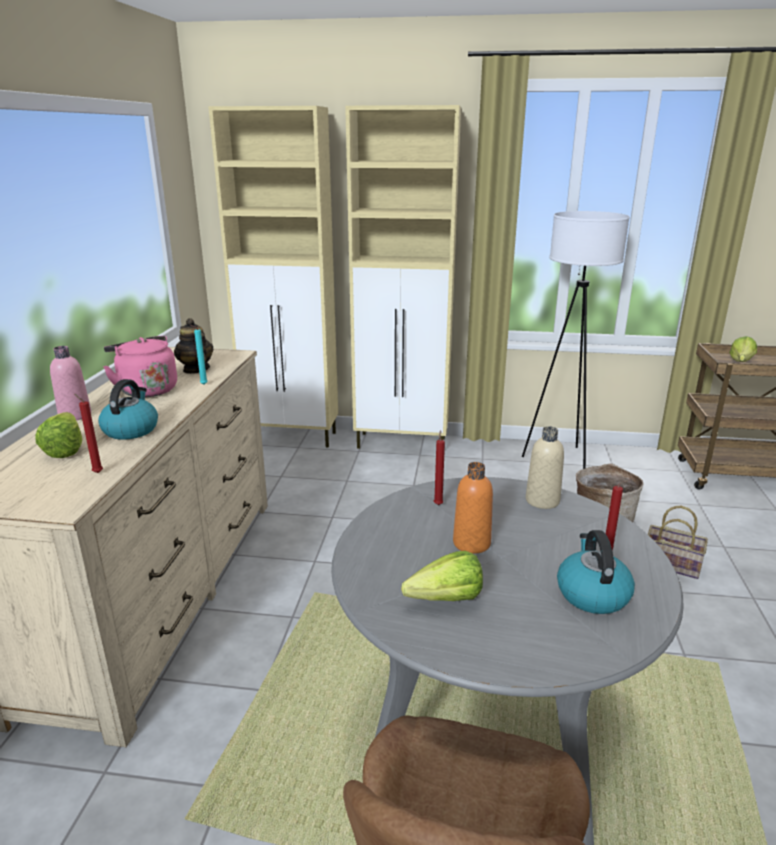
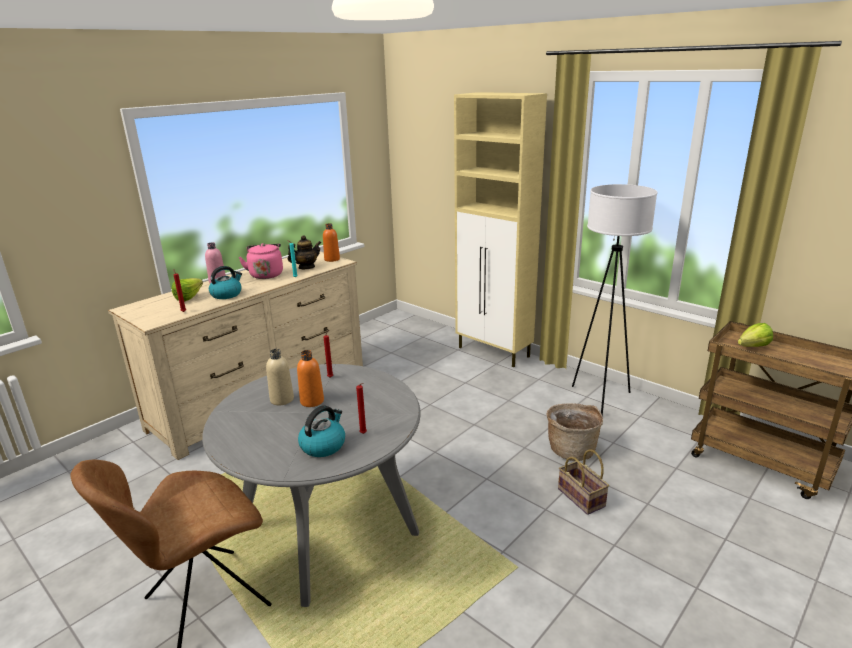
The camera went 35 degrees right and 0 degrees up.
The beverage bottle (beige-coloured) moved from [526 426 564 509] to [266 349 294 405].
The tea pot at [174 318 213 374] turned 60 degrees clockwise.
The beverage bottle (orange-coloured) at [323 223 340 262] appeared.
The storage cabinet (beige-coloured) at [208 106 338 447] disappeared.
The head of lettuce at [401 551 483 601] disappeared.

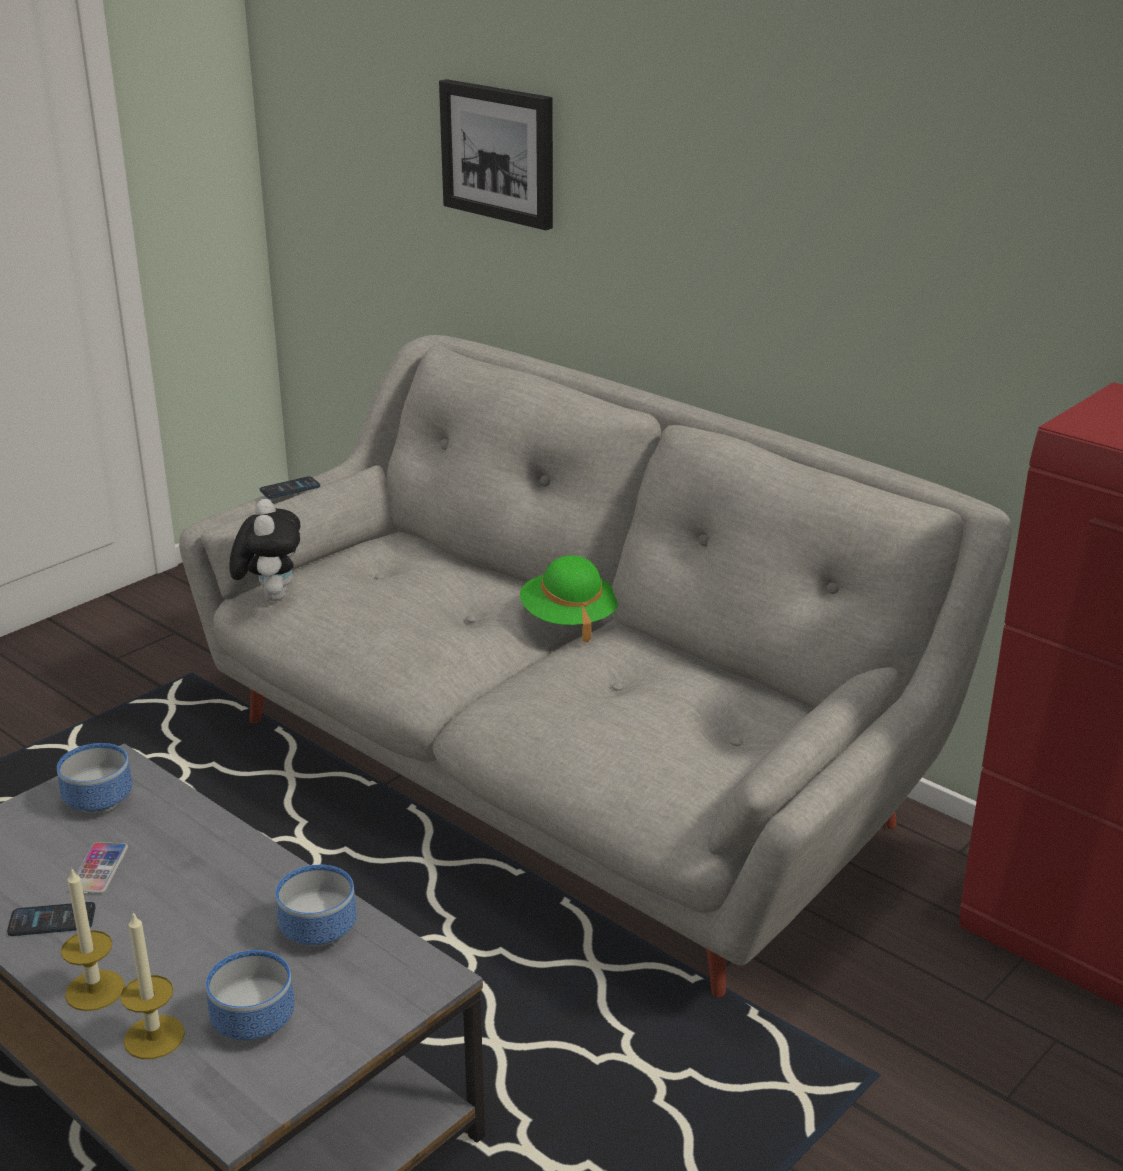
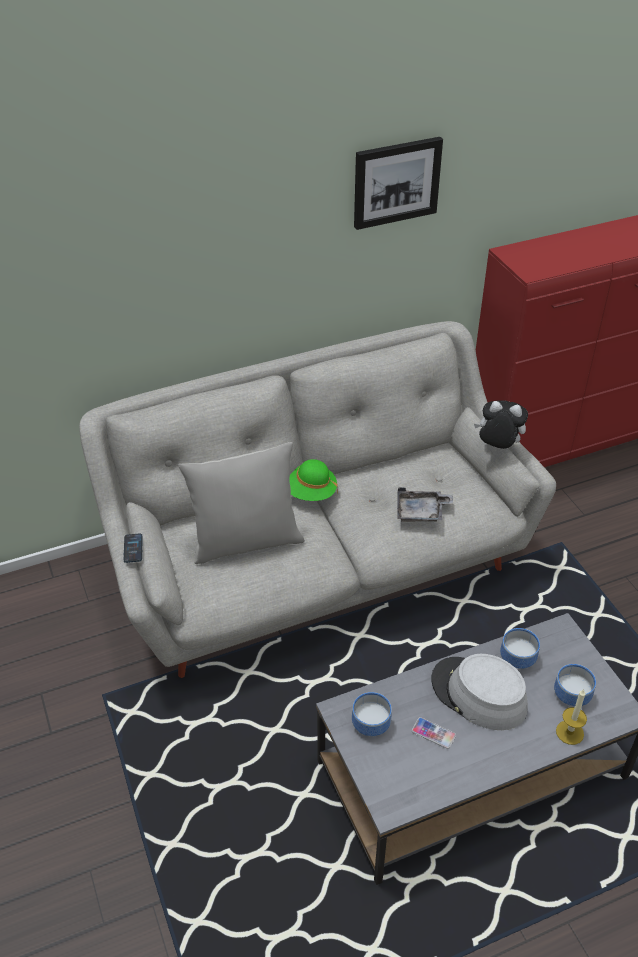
The camera went 65 degrees left and 15 degrees up.
The pillow (grey) at [179 442 305 564] appeared.
The picture moved from [439 79 553 230] to [354 137 443 230].
The carrying tray (grey) at [397 487 453 522] appeared.
The wearable hat (grey) at [431 654 528 730] appeared.
The soft toy moved from [229 499 300 601] to [474 400 528 449].
The phone at [7 902 96 936] disappeared.
The wax light at [61 867 124 1011] disappeared.

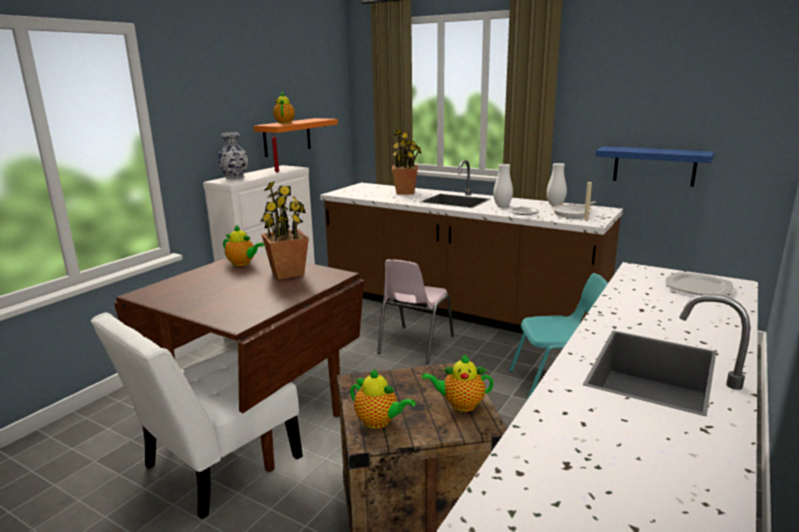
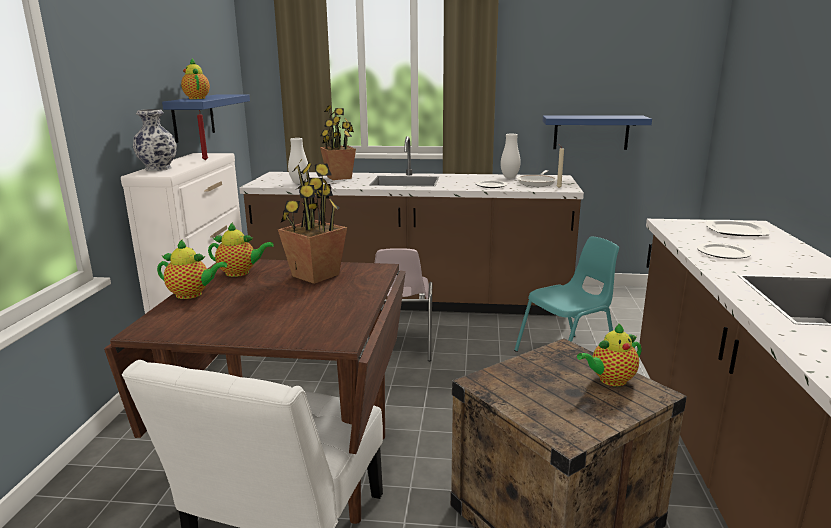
The camera went 25 degrees left and 0 degrees up.
The tea pot moved from [350 369 416 429] to [157 239 227 299].
The shelf (orange-coloured) at [254 118 338 157] became the shelf (blue) at [162 95 250 143].
The vase (white-coloured) moved from [493 164 513 207] to [288 138 309 184].
The plate at [697 243 752 259] appeared.

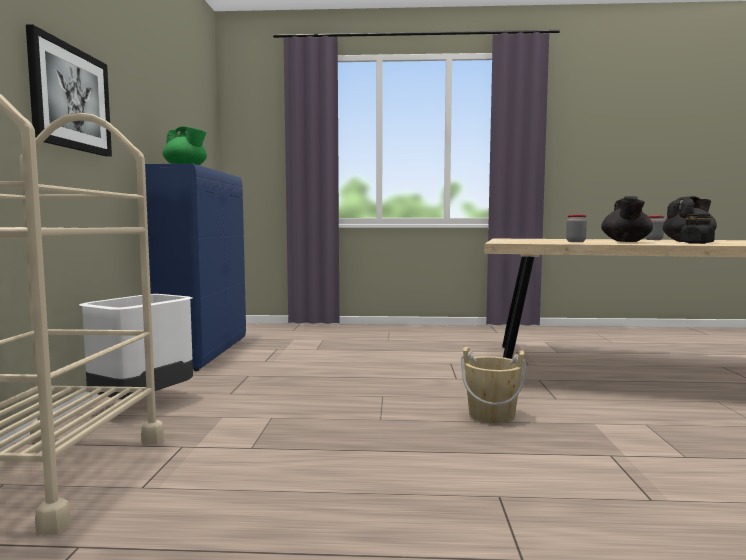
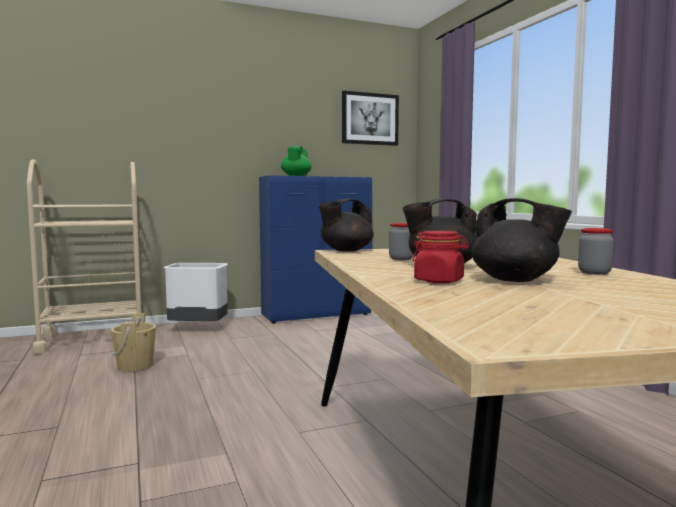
The camera went 65 degrees right and 0 degrees up.
The pail (beige-coloured) moved from [461 347 526 423] to [111 313 156 372].
The tea pot (black-coloured) at [319 199 374 252] appeared.
The picture moved from [26 24 112 157] to [342 91 399 146].
The jar (black-coloured) at [680 214 715 244] became the jar (red-coloured) at [412 231 469 283].

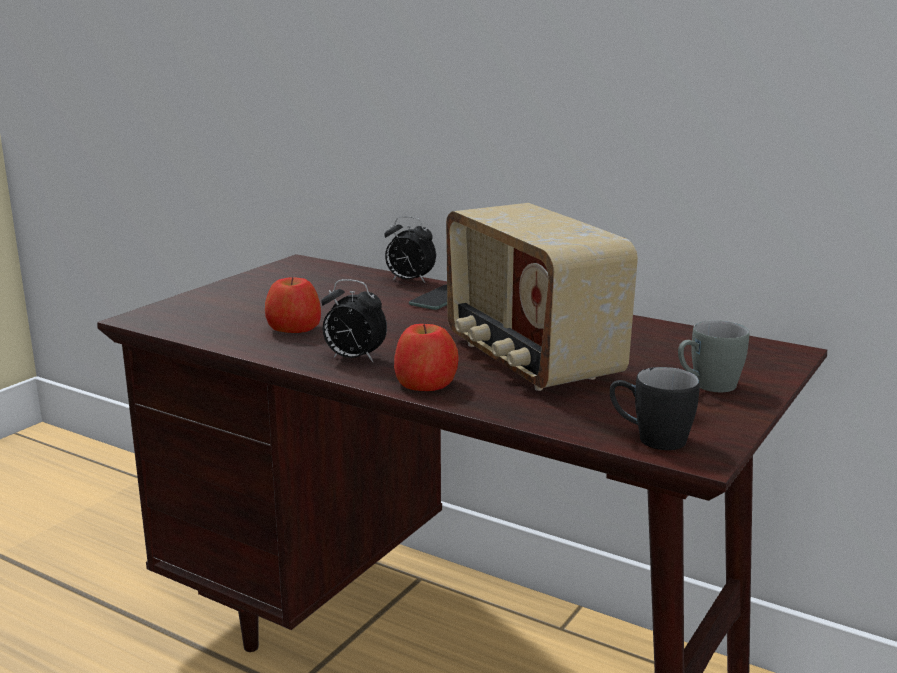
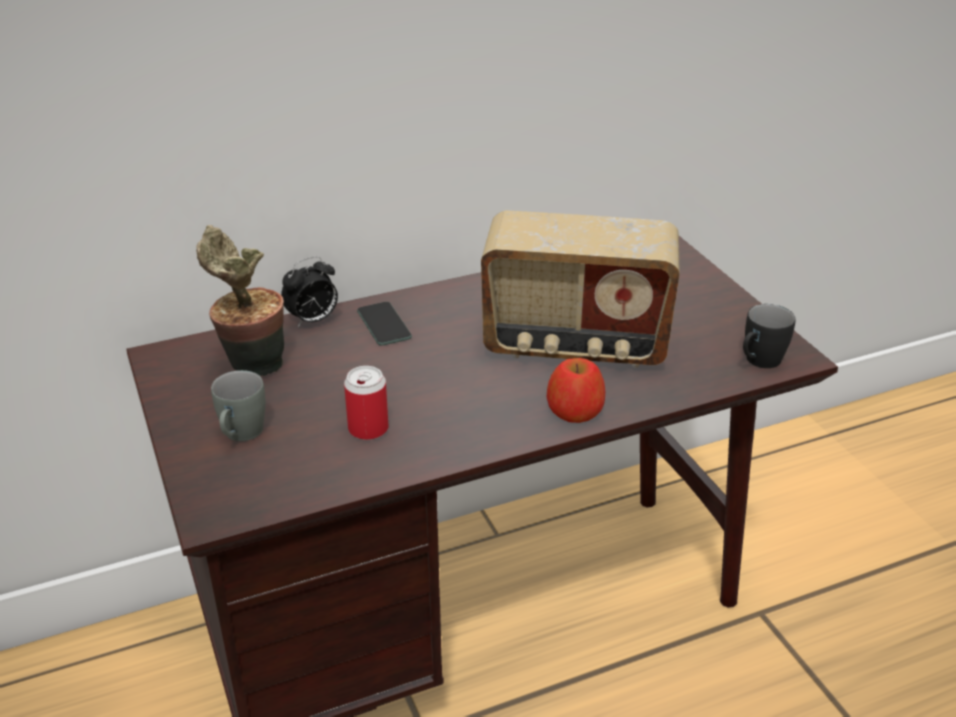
The camera went 55 degrees left and 15 degrees up.
The plant in a pot at [196 225 284 376] appeared.
The tea mug (grey) moved from [678 320 749 392] to [211 370 266 441].
The apple at [265 277 321 333] was replaced by the metal can at [344 366 389 440].
The table clock at [321 279 387 362] disappeared.

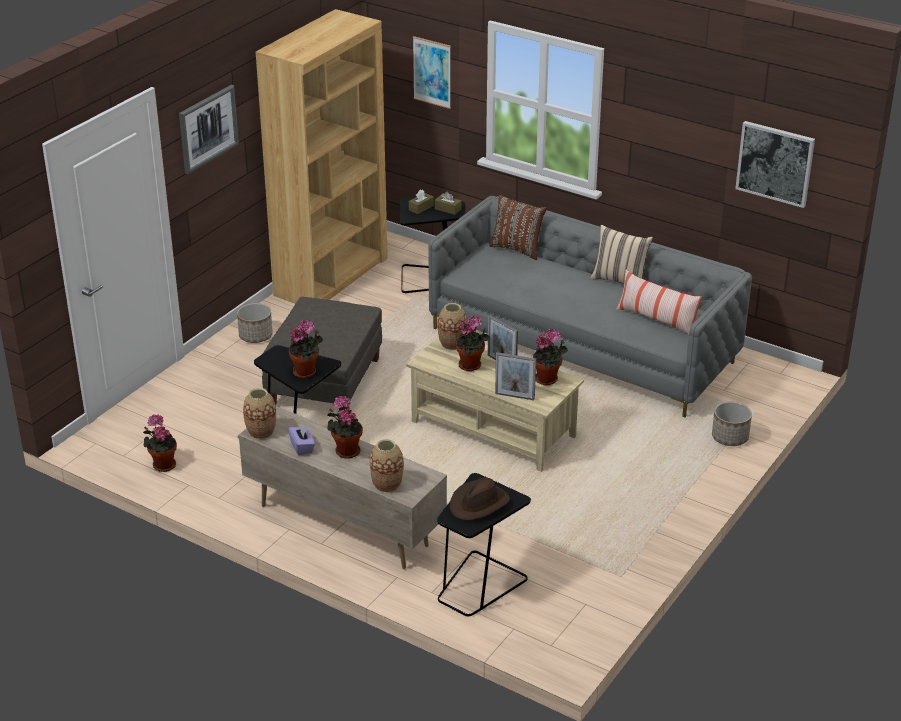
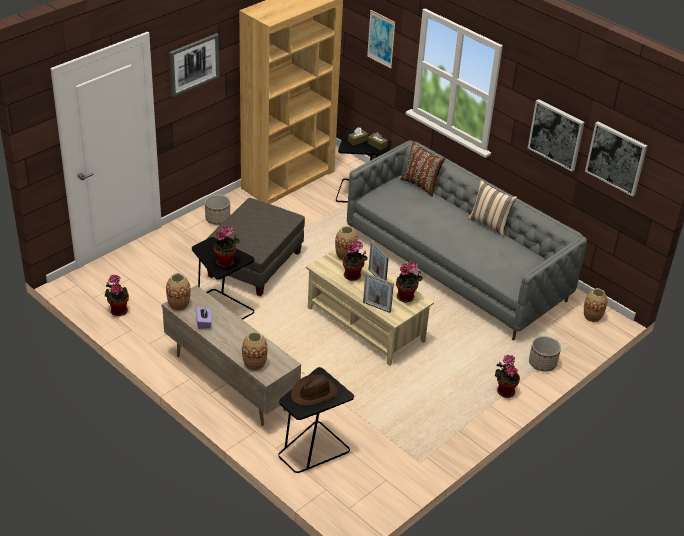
The camera went 10 degrees right and 5 degrees up.
The plant in a pot moved from [327 396 363 459] to [495 354 520 398].
The picture at [528 99 584 171] appeared.
The vase at [584 288 607 322] appeared.
The pillow at [616 270 702 335] disappeared.

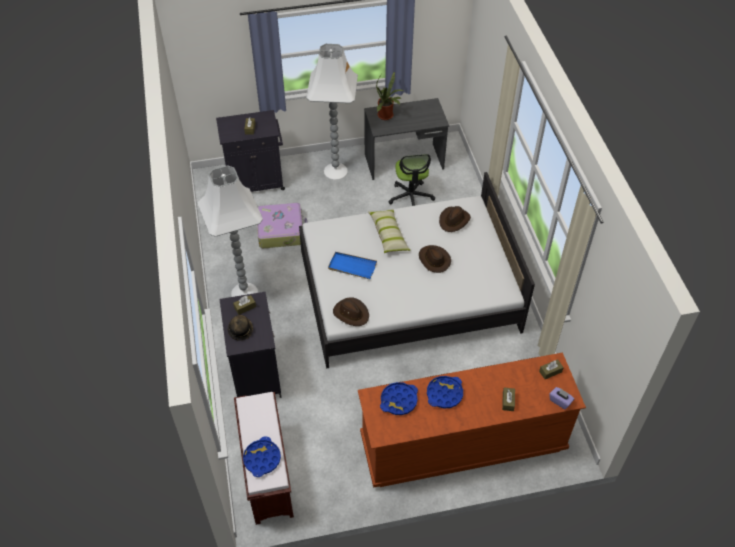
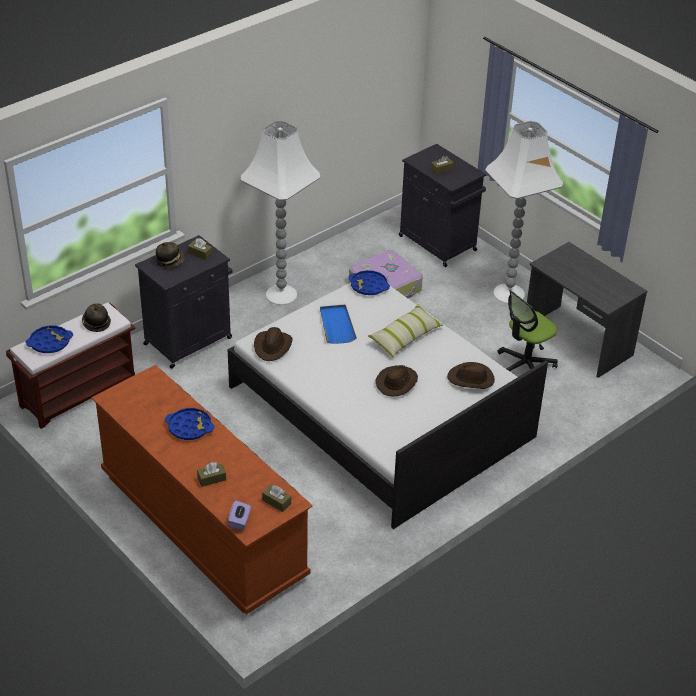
The camera went 60 degrees right and 10 degrees down.
The wearable hat at [82 303 111 332] appeared.
The carrying tray (blue) moved from [380 382 418 415] to [348 270 390 295].
The plant in a pot at [376 71 404 120] disappeared.

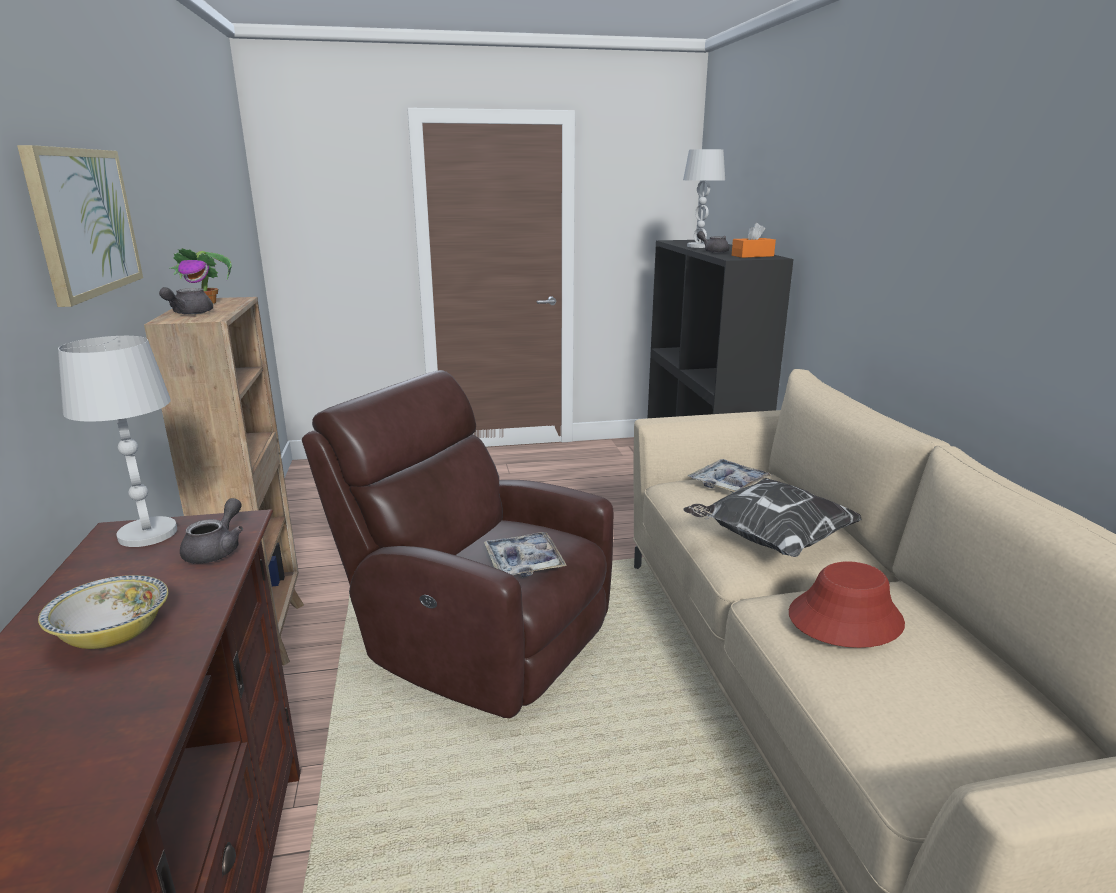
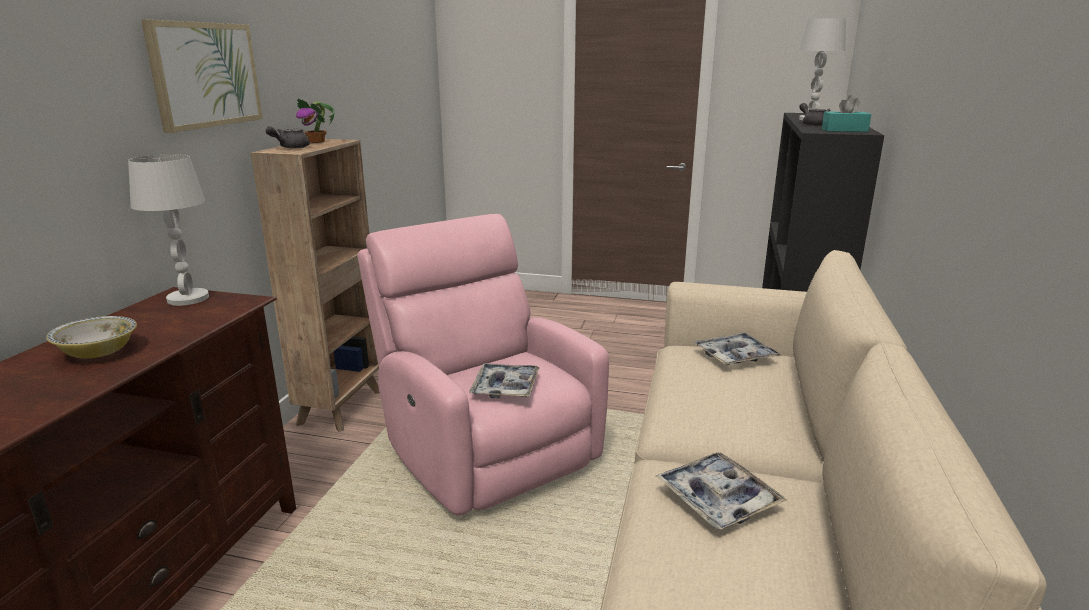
The camera went 25 degrees right and 0 degrees up.
The armchair (brownish) at [302 370 614 718] became the armchair (pink-coloured) at [357 214 609 515].
The wearable hat (red-coloured) at [789 561 905 648] was replaced by the carrying tray at [656 452 787 529].
The tissue box (orange-coloured) at [732 223 776 258] became the tissue box (blue-green) at [822 95 871 132].
The tea pot (grey) at [180 498 243 564] disappeared.
The pillow at [683 478 862 557] disappeared.

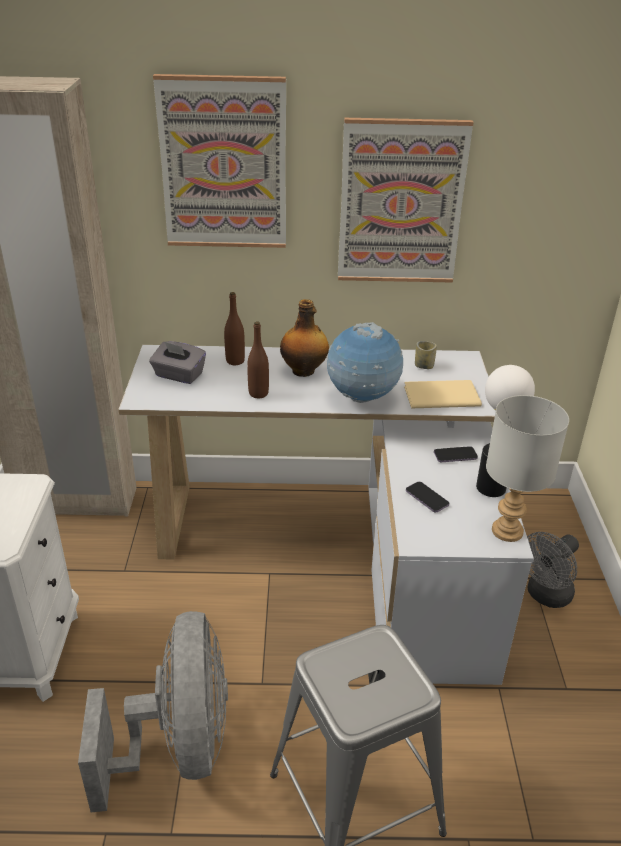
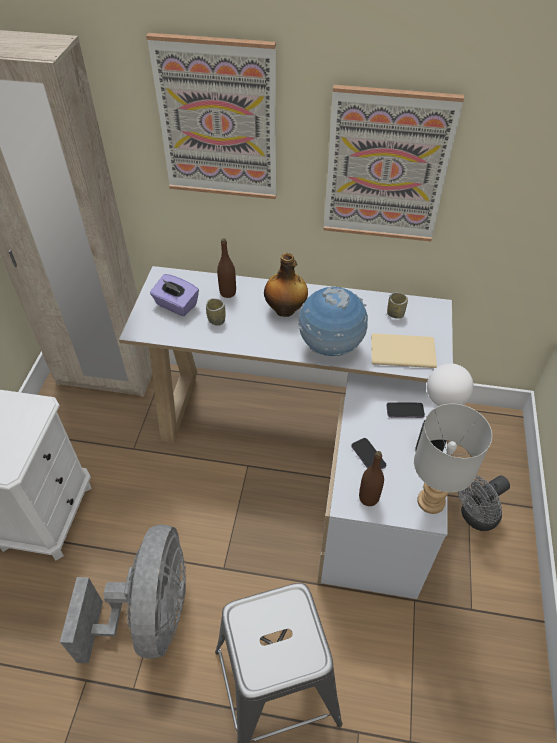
The camera went 10 degrees right and 15 degrees up.
The tissue box (grey) at [149 341 206 384] became the tissue box (purplish) at [150 274 199 316].
The small cup at [206 298 225 326] appeared.
The beverage bottle (brownish) moved from [247 321 269 398] to [359 451 384 506].

